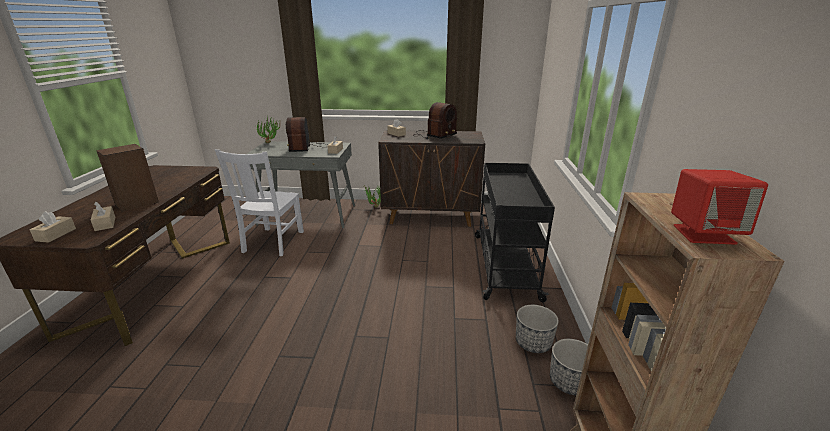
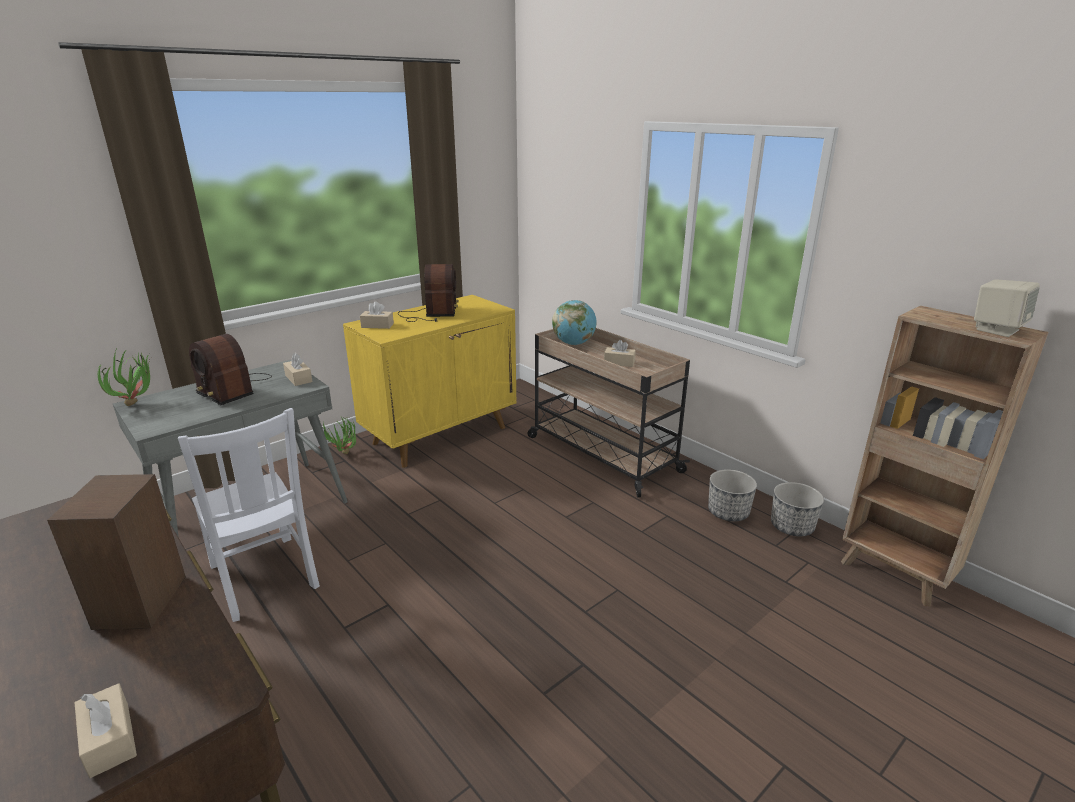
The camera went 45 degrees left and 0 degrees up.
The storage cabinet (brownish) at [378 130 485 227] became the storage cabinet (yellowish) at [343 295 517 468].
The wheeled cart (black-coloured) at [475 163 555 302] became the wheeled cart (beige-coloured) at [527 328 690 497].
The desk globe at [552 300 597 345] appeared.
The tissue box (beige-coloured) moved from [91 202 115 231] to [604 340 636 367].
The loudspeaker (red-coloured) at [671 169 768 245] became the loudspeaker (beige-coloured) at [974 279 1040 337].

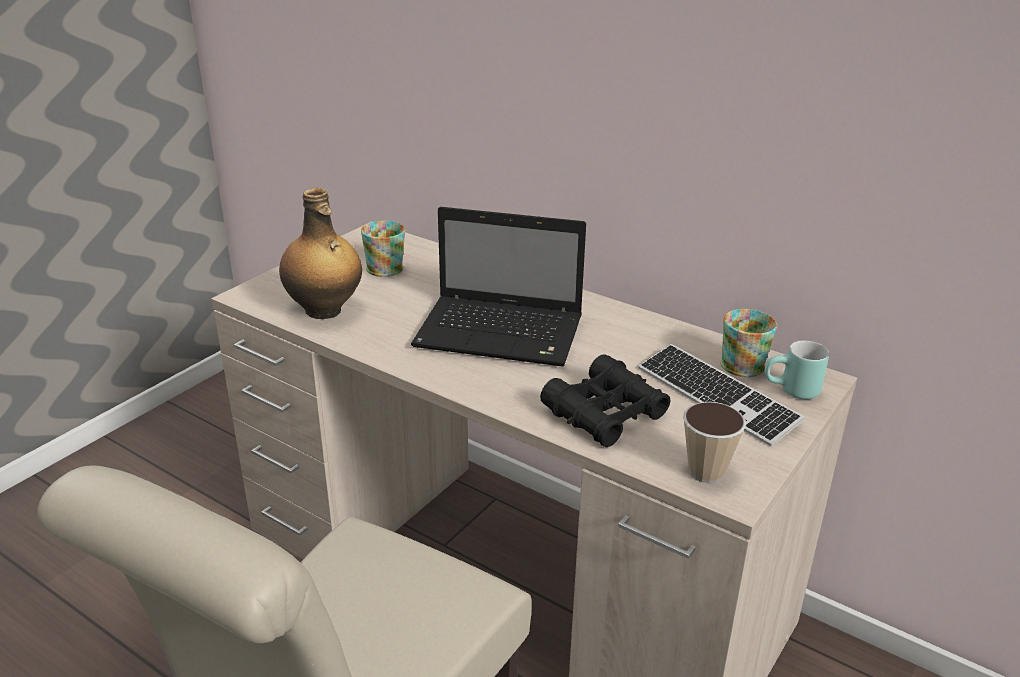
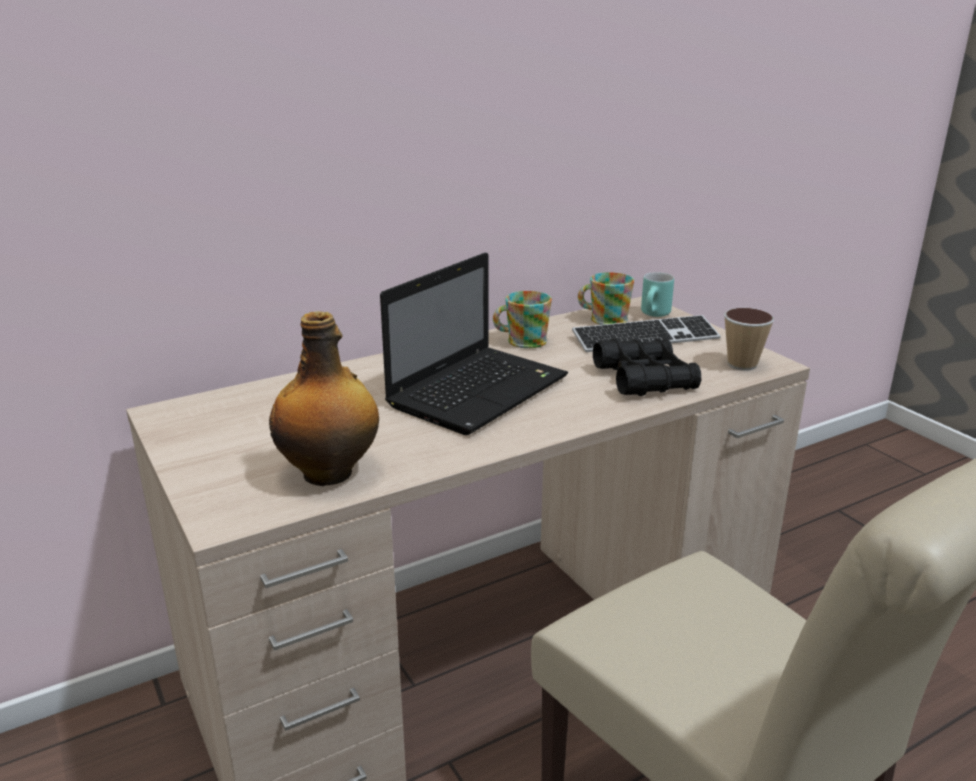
The camera went 65 degrees left and 5 degrees down.
The tea mug moved from [361 221 405 277] to [493 291 552 348].

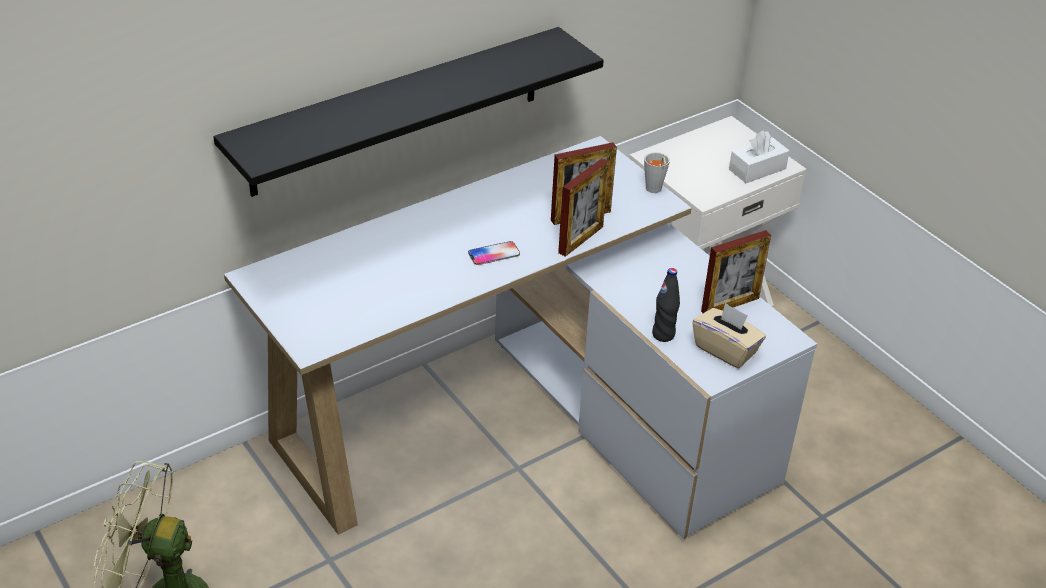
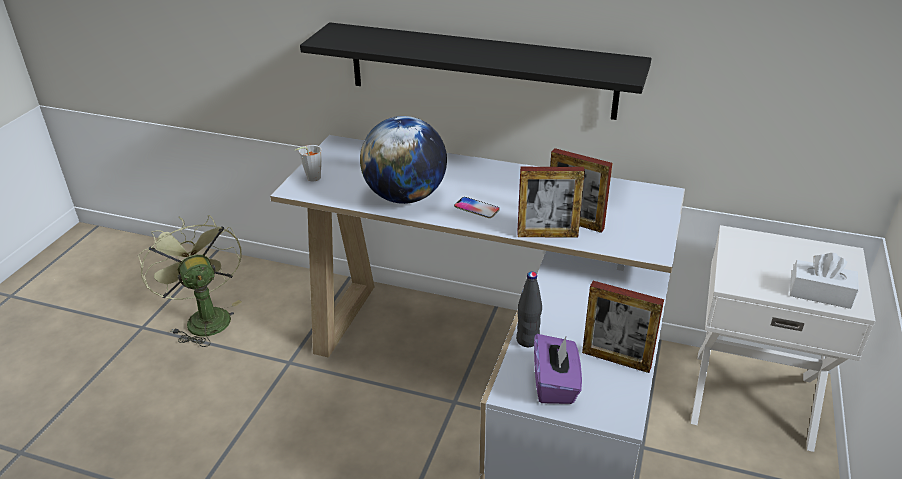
The camera went 55 degrees right and 5 degrees down.
The small cup (grey) moved from [644 152 670 193] to [295 145 322 182].
The desk globe at [360 116 447 204] appeared.
The tissue box (beige-coloured) at [693 302 766 368] became the tissue box (purplish) at [534 334 582 404].

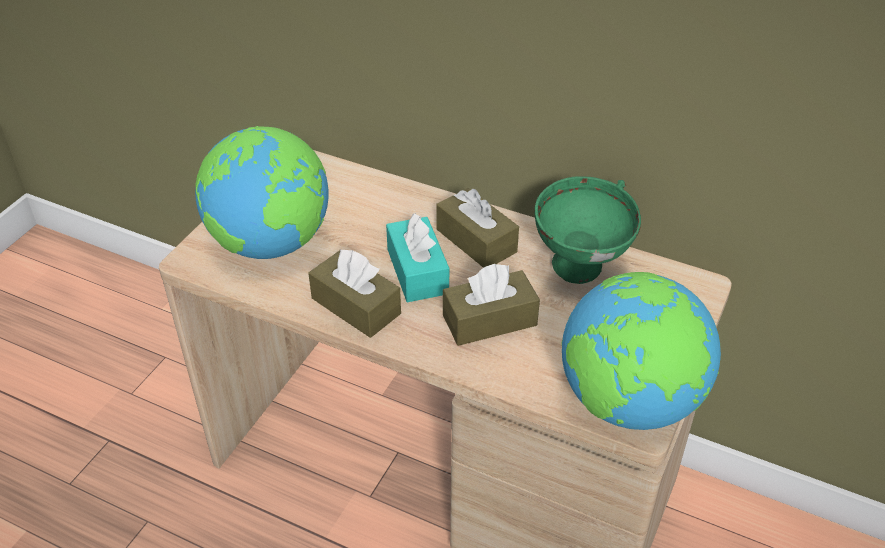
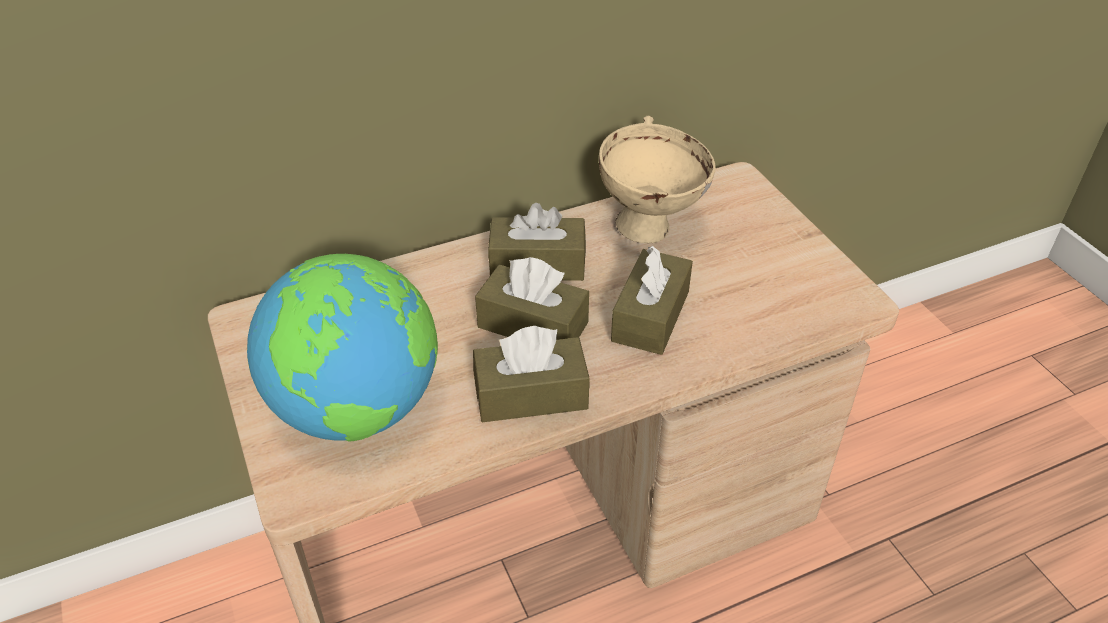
The camera went 50 degrees left and 0 degrees up.
The tissue box (blue-green) at [386 213 449 302] became the tissue box (brownish) at [475 257 589 340].
The deep dish (green) at [535 176 641 284] became the deep dish (beige-coloured) at [599 116 716 243].
The desk globe at [562 272 721 430] disappeared.

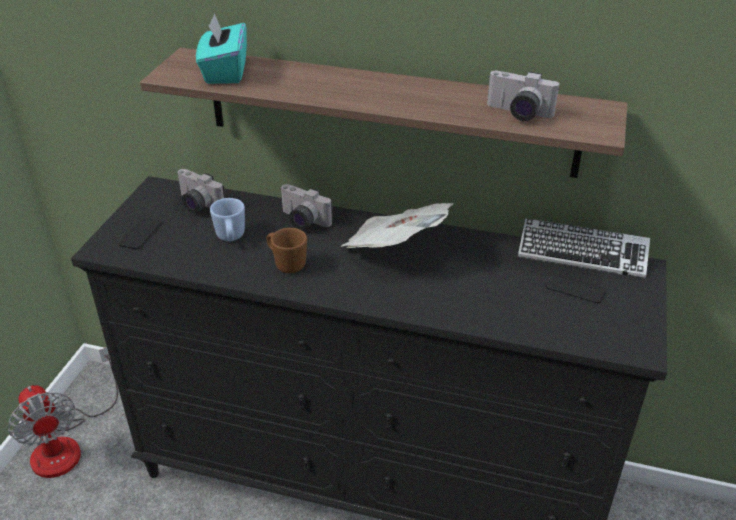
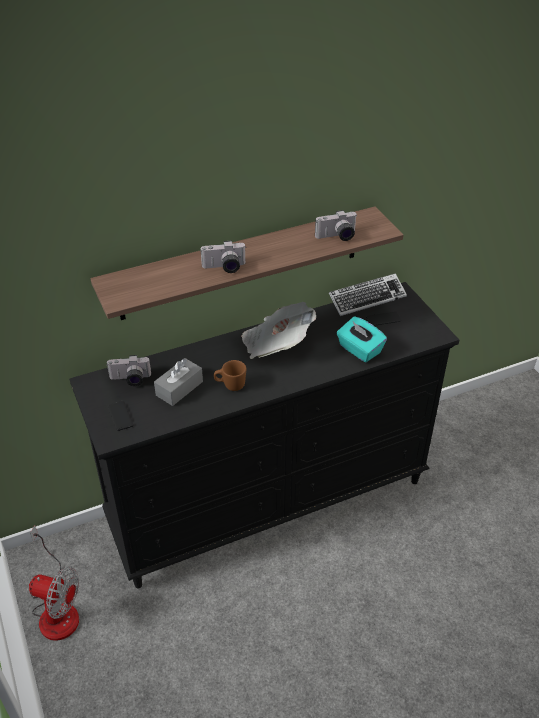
The camera went 40 degrees left and 5 degrees up.
The tea mug (blue) at [210 198 245 241] was replaced by the tissue box (grey) at [154 358 203 406].
The photo camera moved from [280 184 333 230] to [201 240 245 273].
The tissue box (blue-green) moved from [196 14 247 84] to [336 316 387 362].

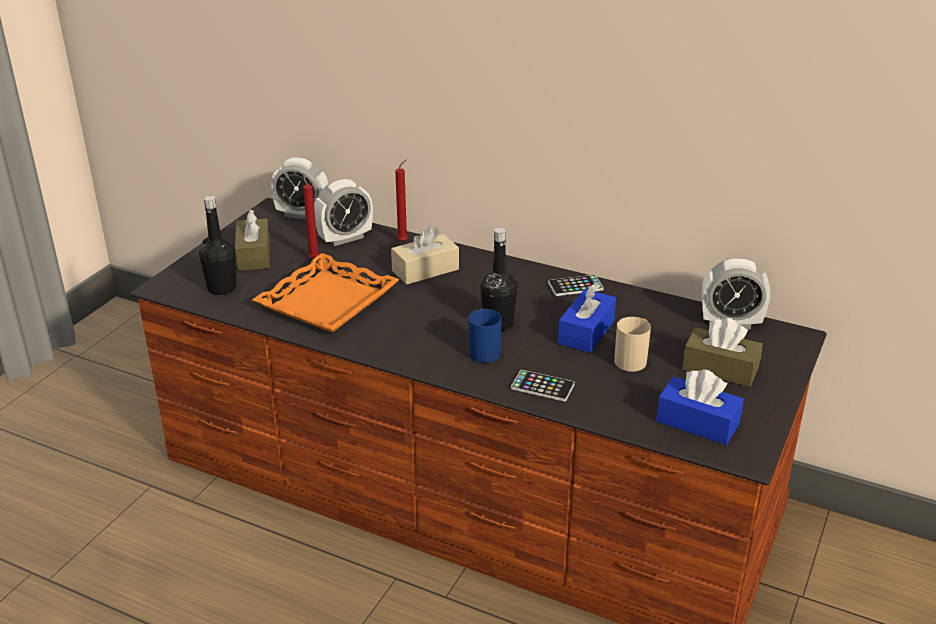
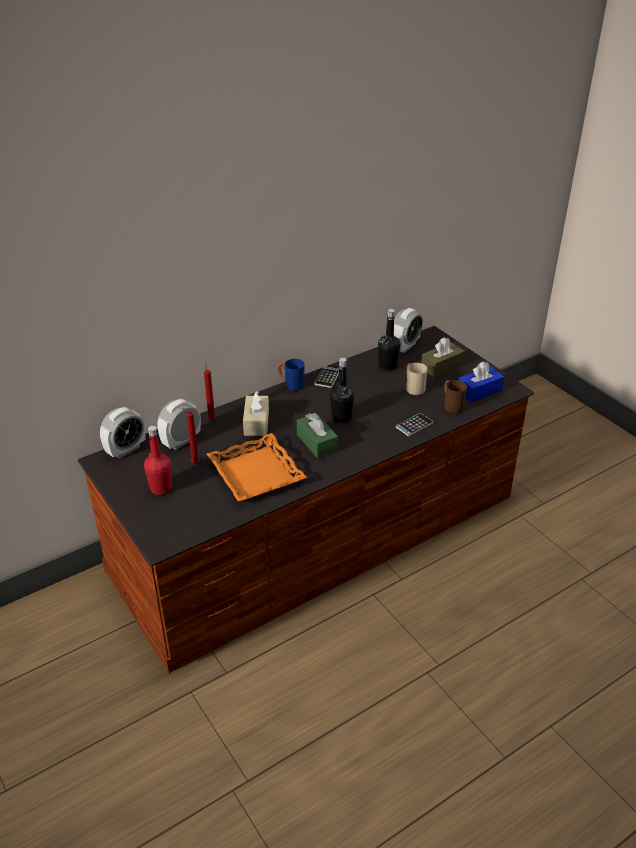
The camera went 60 degrees left and 5 degrees up.
The tissue box (brownish) at [235 209 270 271] was replaced by the beverage bottle (red-coloured) at [144 426 172 495].
The table clock at [314 179 373 246] turned 135 degrees counterclockwise.
The tea mug (blue) moved from [468 308 502 363] to [278 359 304 391].
The tissue box (green) at [297 413 338 458] appeared.
The beverage bottle (black-coloured) moved from [199 196 237 295] to [378 309 400 371].
The tea mug (brownish) at [444 380 467 413] appeared.
The tissue box (blue) at [558 283 616 353] disappeared.

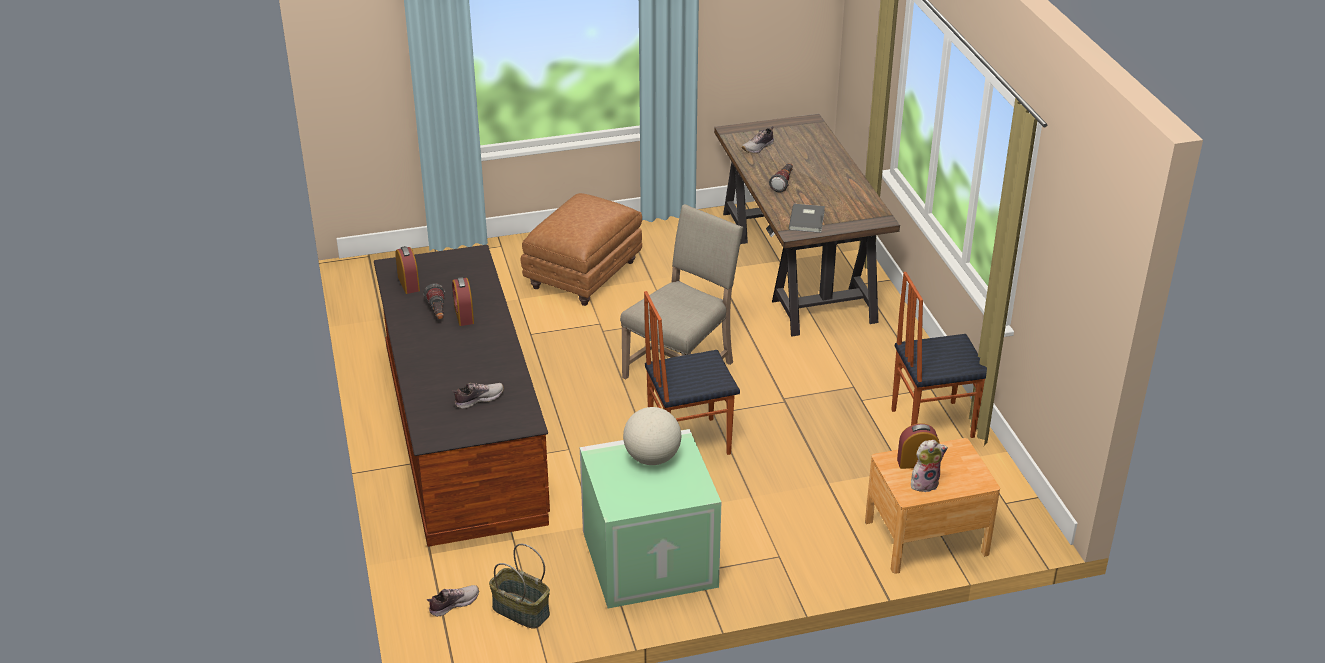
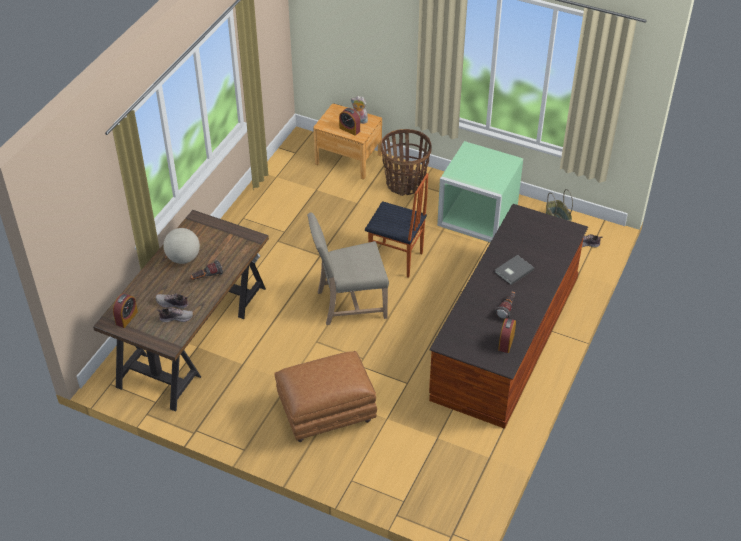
The camera went 140 degrees left and 10 degrees up.
The table clock moved from [452 277 474 326] to [113 293 138 328].
The low shoe moved from [452 383 504 409] to [155 293 189 309].
The desk globe moved from [623 407 681 465] to [163 228 200 264].
The basket at [381 129 432 196] appeared.
The volume (grey) moved from [789 204 825 233] to [495 255 534 285].
The chair at [891 272 987 438] disappeared.

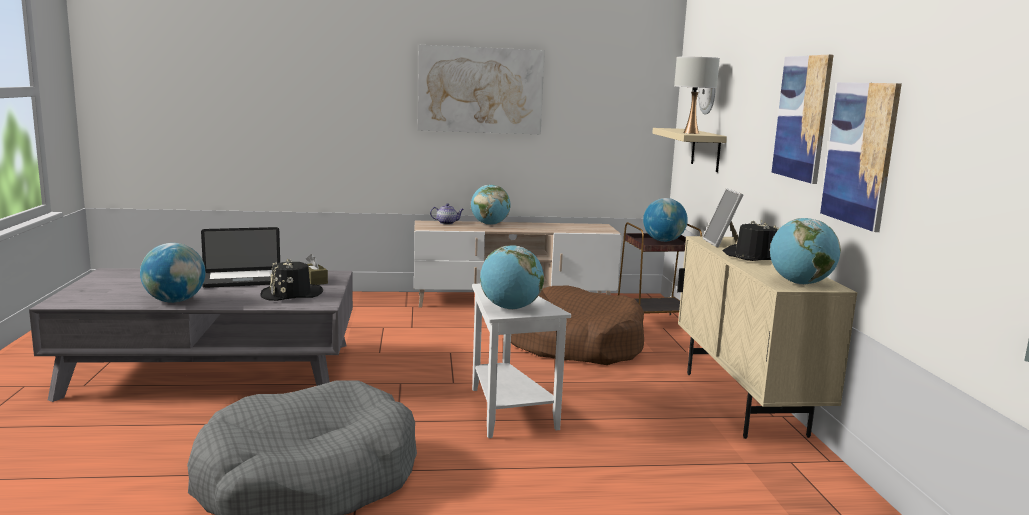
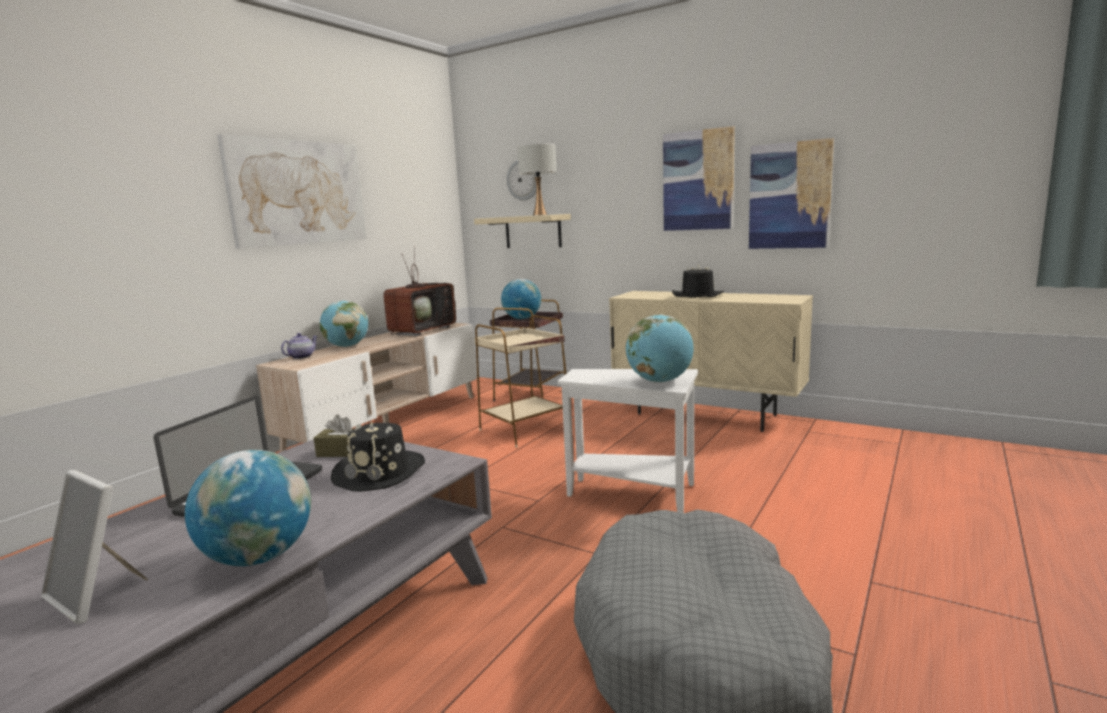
The camera went 50 degrees left and 0 degrees up.
The picture frame moved from [702 188 743 247] to [41 470 148 624].
The TV at [383 246 456 336] appeared.
The dog cushion (brownish) at [511 286 644 365] was replaced by the accent table (beige-coloured) at [474 315 566 448].
The desk globe at [770 218 841 285] disappeared.

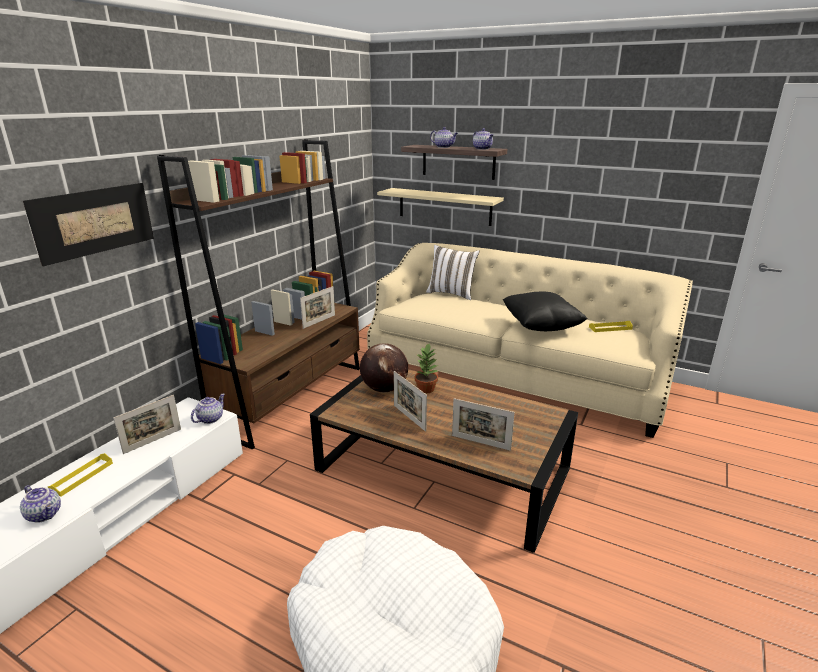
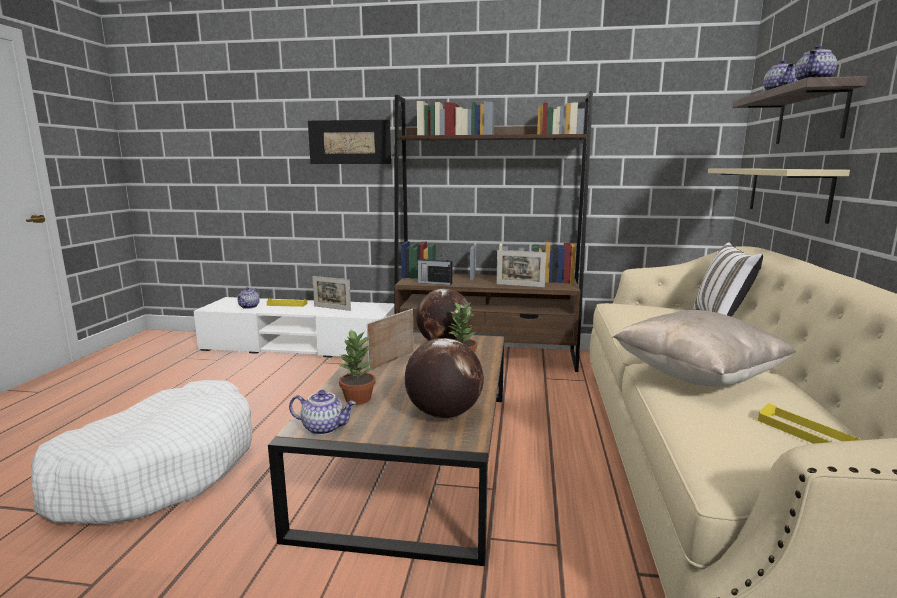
The camera went 70 degrees right and 10 degrees down.
The tea pot moved from [191 394 225 424] to [289 390 356 435].
The picture frame at [452 398 515 451] was replaced by the plant in a pot at [338 330 375 405].
The desk globe at [405 338 484 419] appeared.
The radio receiver at [417 254 452 285] appeared.
The pillow (black-coloured) at [503 292 588 331] became the pillow (beige-coloured) at [612 310 796 387].

